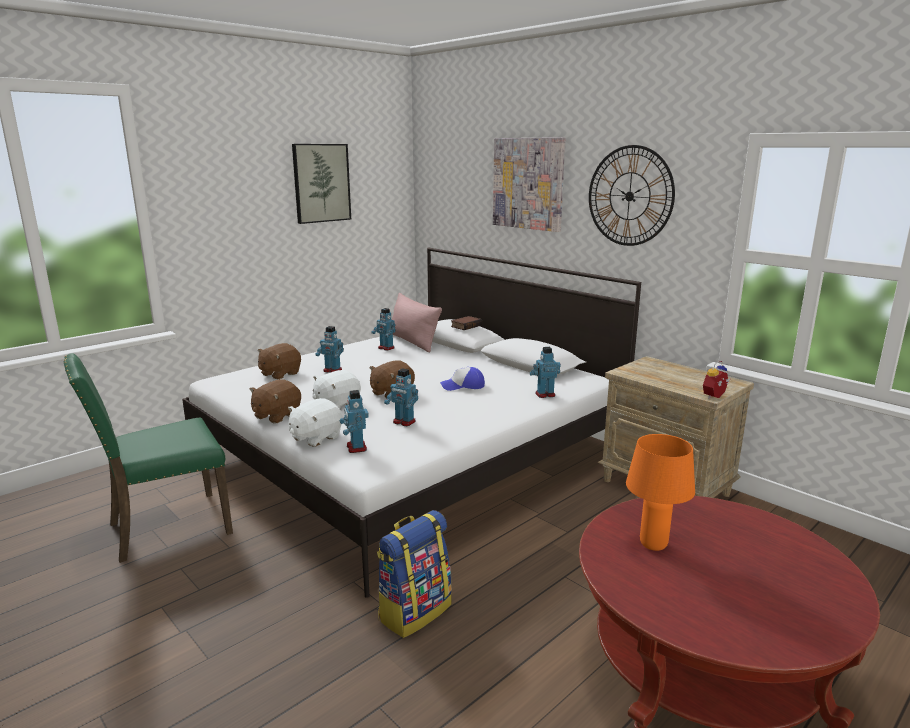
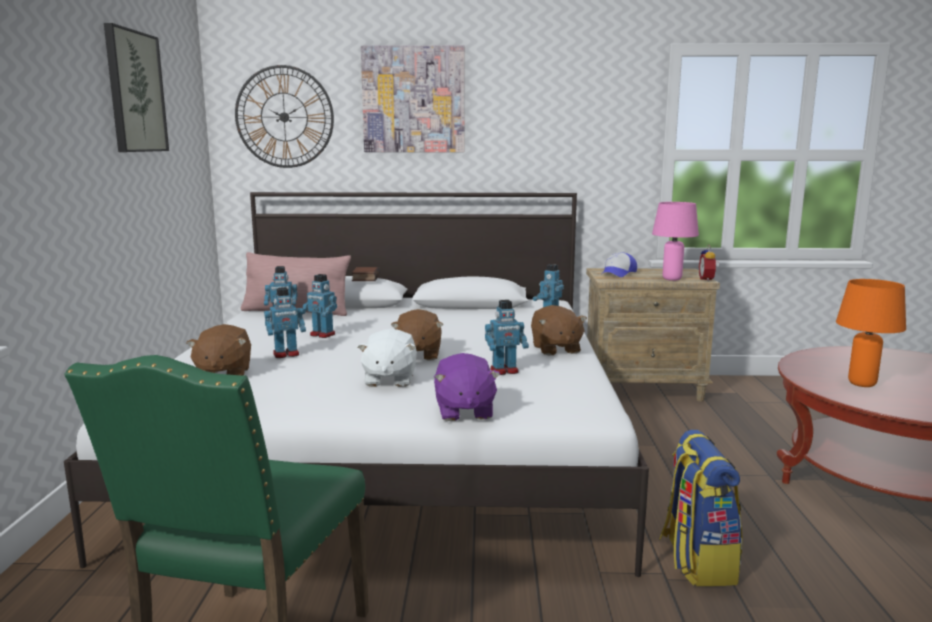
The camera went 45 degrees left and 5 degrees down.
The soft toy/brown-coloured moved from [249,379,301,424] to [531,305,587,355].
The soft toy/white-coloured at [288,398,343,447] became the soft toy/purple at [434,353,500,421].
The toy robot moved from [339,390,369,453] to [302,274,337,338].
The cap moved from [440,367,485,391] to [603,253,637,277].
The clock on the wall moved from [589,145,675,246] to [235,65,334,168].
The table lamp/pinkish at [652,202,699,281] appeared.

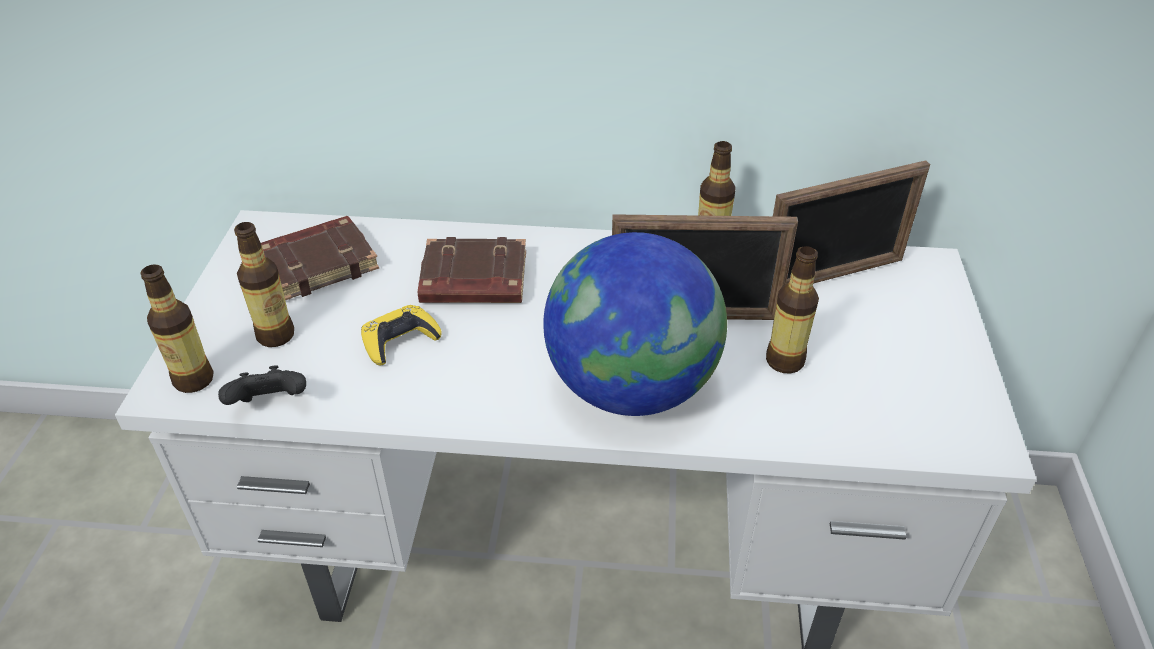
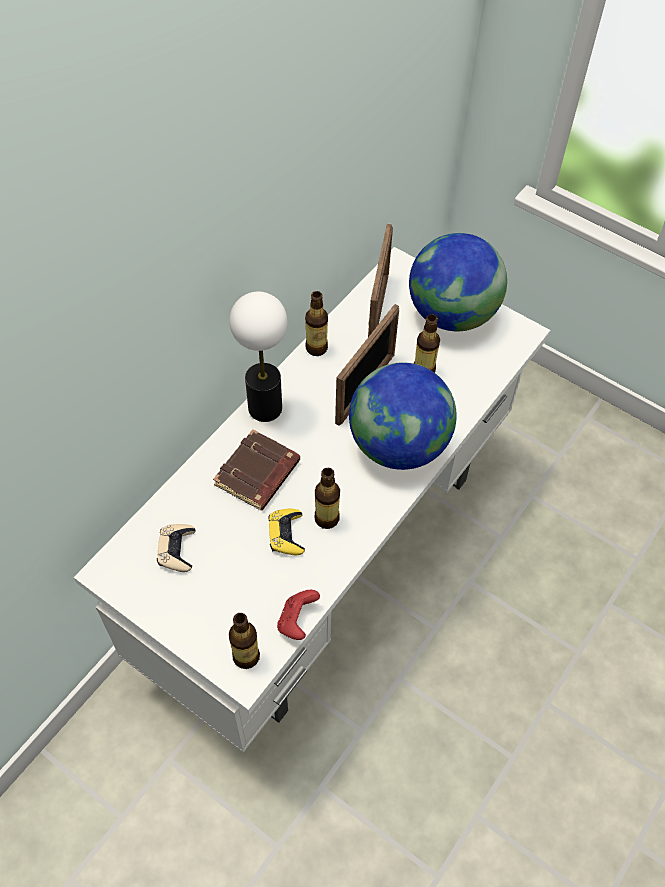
The camera went 60 degrees left and 15 degrees up.
The joypad/black at [218,365,306,405] became the joypad/reddish at [277,590,320,640].
The drink bottle moved from [234,222,294,347] to [314,468,340,529].
The volume/brown-coloured at [261,216,379,300] was replaced by the joypad/sand-coloured at [157,524,196,572].
The table lamp at [230,292,287,422] appeared.
The globe at [409,233,507,331] appeared.

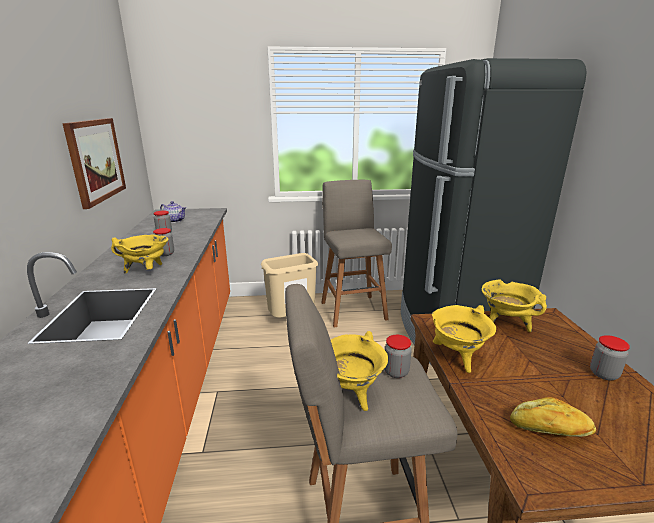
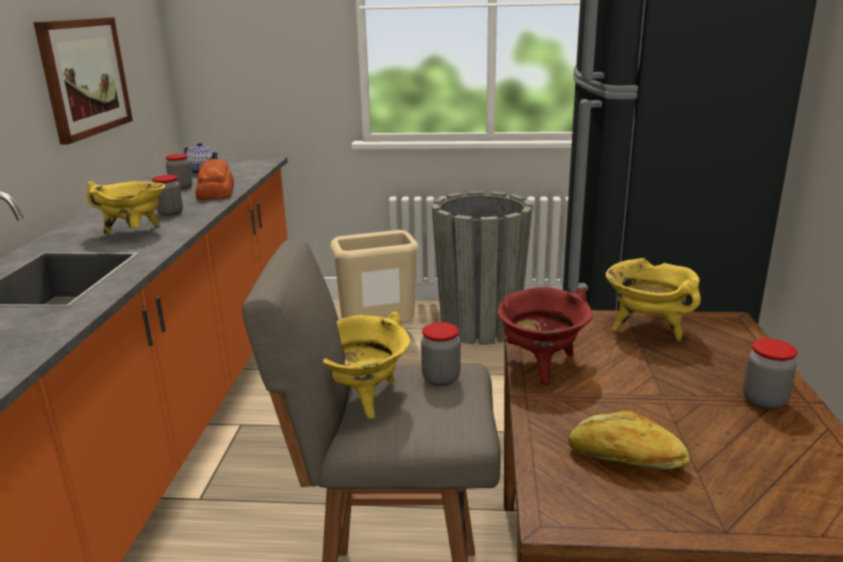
The camera went 10 degrees right and 0 degrees up.
The stool/greyish at [321,180,392,328] was replaced by the flower pot/greyish at [431,191,533,345].
The saucepot/yellow at [432,305,496,373] became the saucepot/reddish at [497,287,593,385].
The bread at [196,159,234,200] appeared.

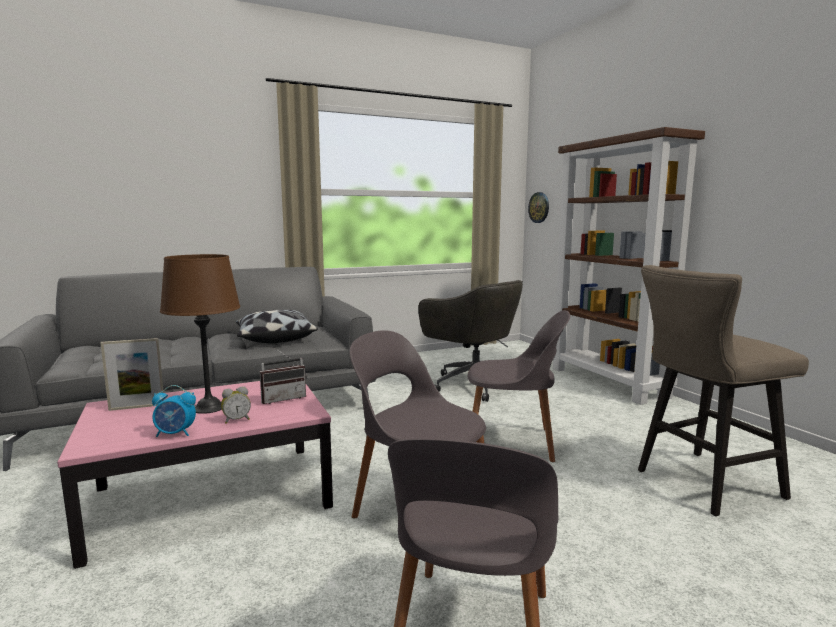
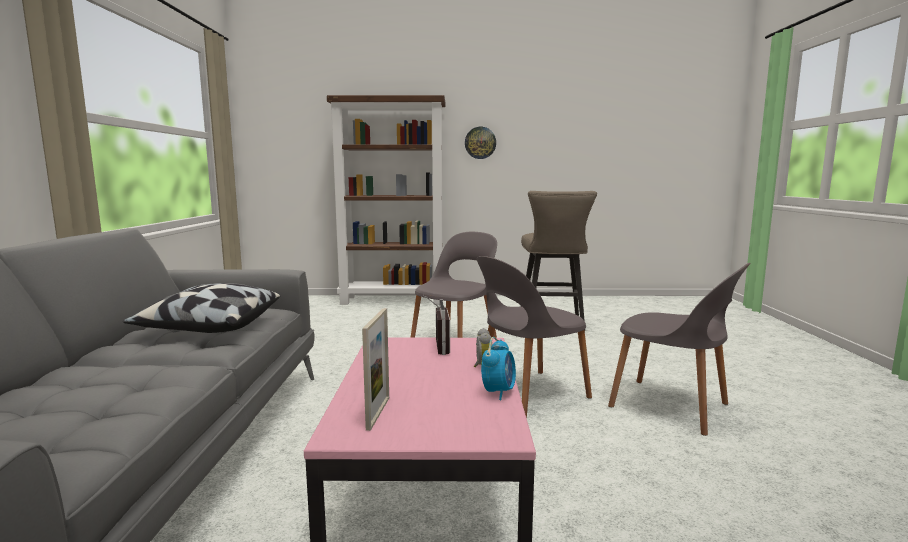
The camera went 65 degrees left and 0 degrees up.
The table lamp/brown-coloured at [160,254,240,414] disappeared.
The computer chair/greyish at [418,280,523,402] disappeared.
The clock on the wall moved from [528,192,549,223] to [465,127,496,159].

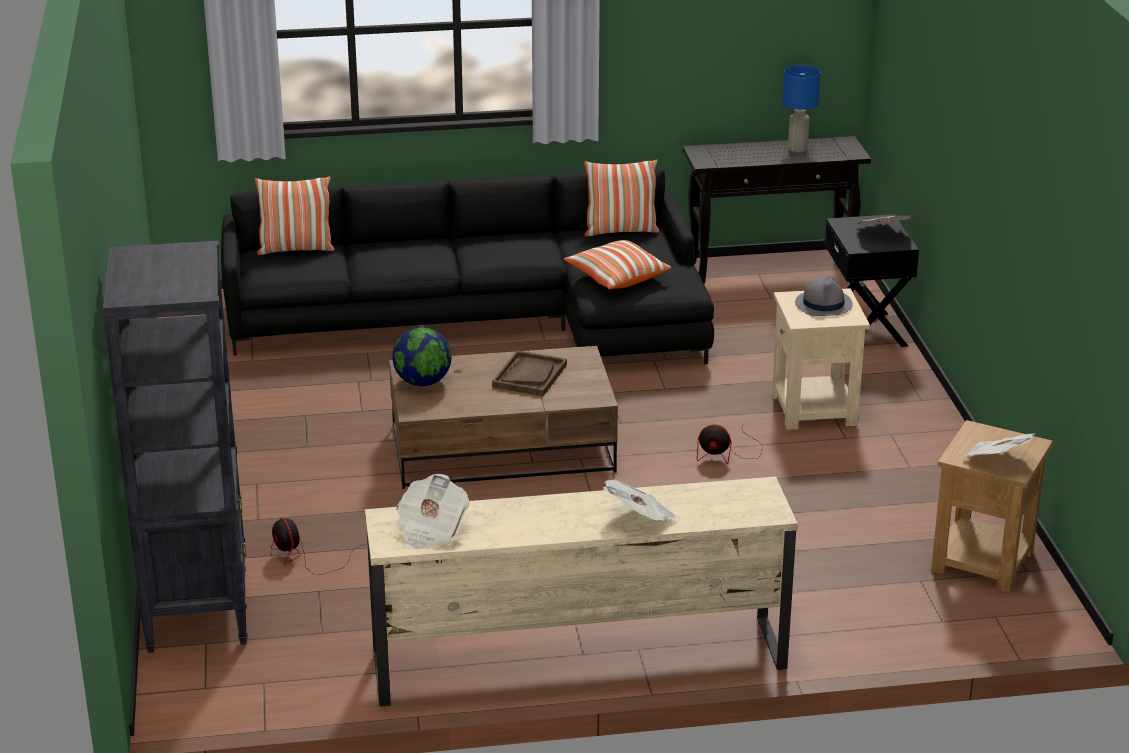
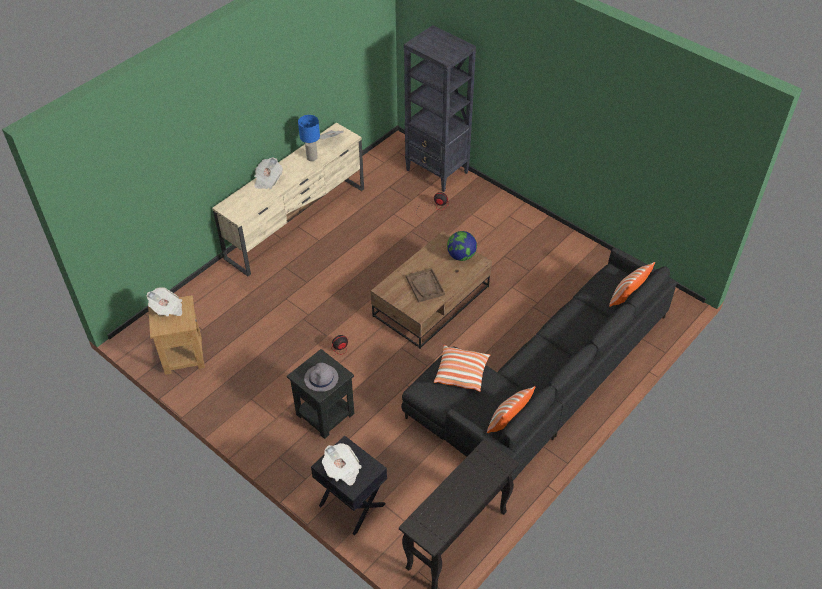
The camera went 140 degrees right and 20 degrees up.
The side table/sand-coloured at [772,288,870,430] became the side table/black at [287,349,354,439].
The table lamp/blue-coloured moved from [782,65,821,153] to [298,115,320,161].

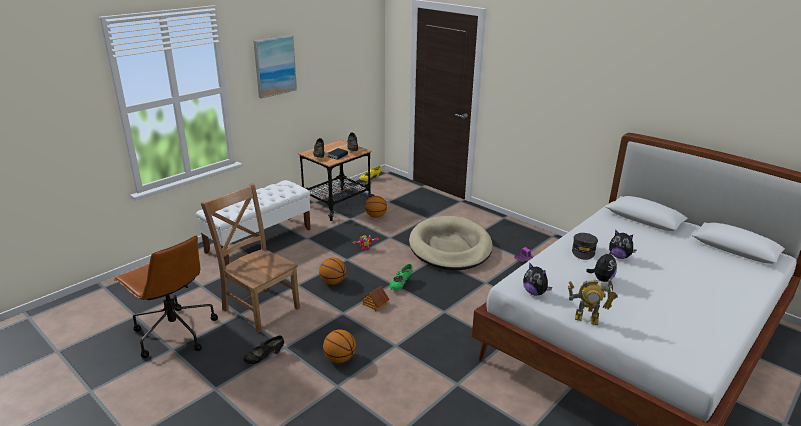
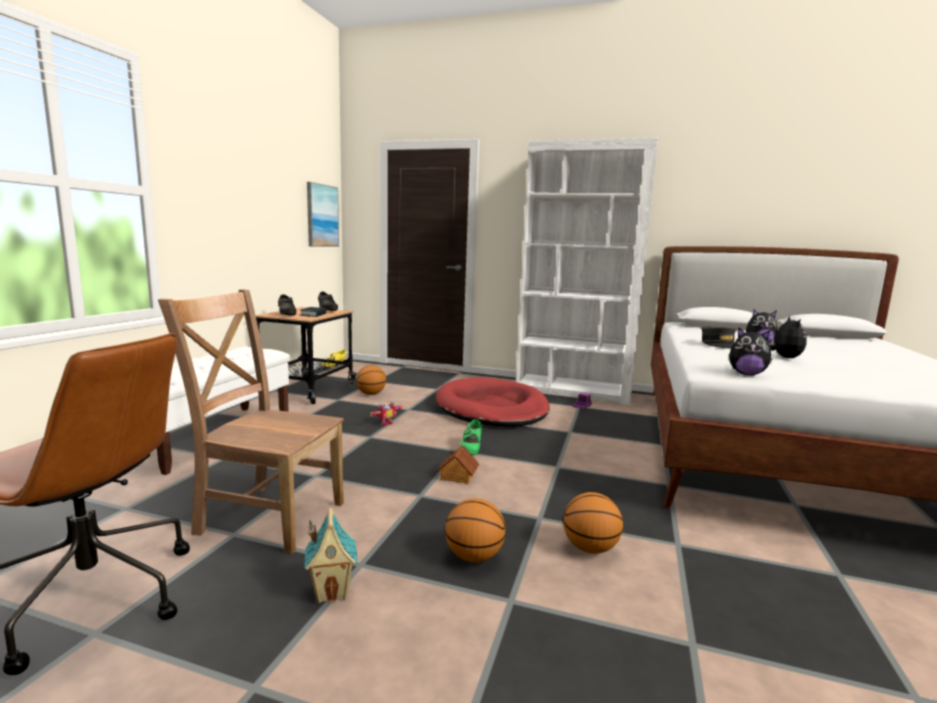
The camera went 25 degrees left and 15 degrees down.
The low shoe/black at [243,335,284,364] was replaced by the model house at [304,508,357,604].
The wall art moved from [254,35,297,99] to [307,182,339,247].
The basketball ball moved from [319,258,346,285] to [563,492,623,554].
The dog cushion/sand-coloured at [409,216,493,270] became the dog cushion/reddish at [436,377,550,426].
The toy robot at [567,278,618,325] disappeared.
The bookcase/white-coloured at [516,138,658,405] appeared.

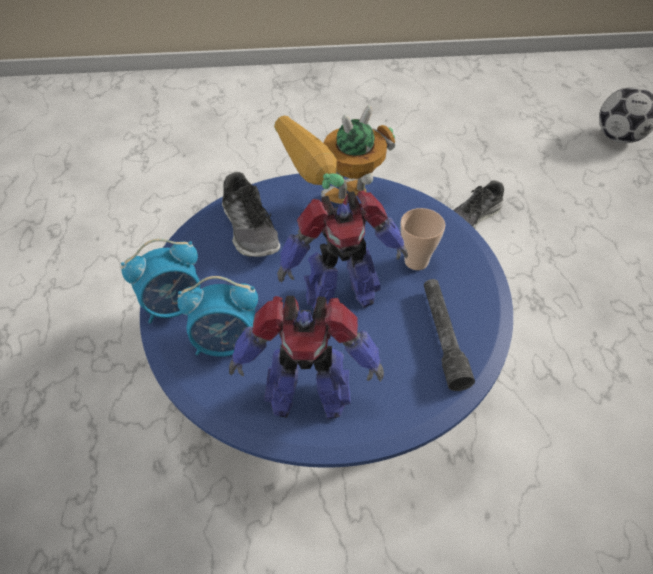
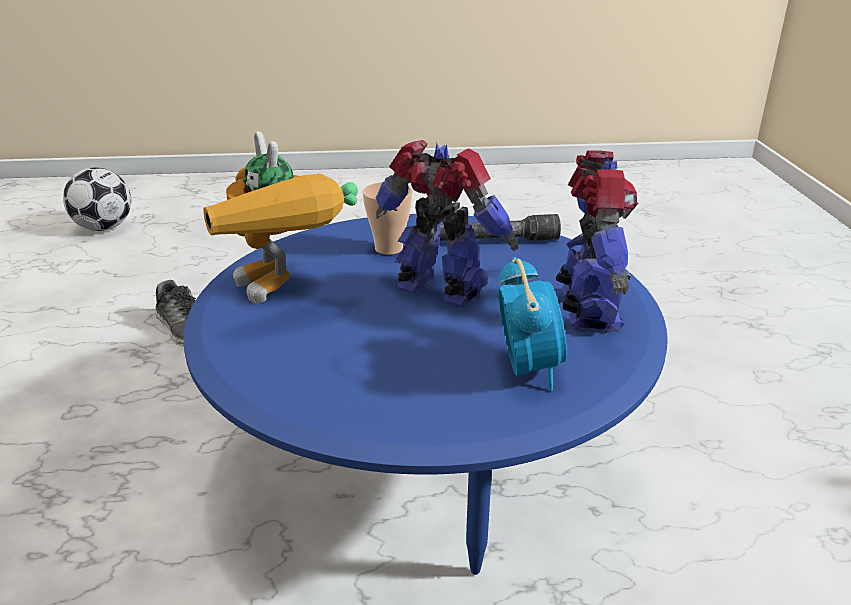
The camera went 90 degrees left and 20 degrees down.
The alarm clock at [121,239,200,324] disappeared.
The low shoe at [222,172,280,257] disappeared.
The toy robot at [277,190,408,310] turned 45 degrees counterclockwise.

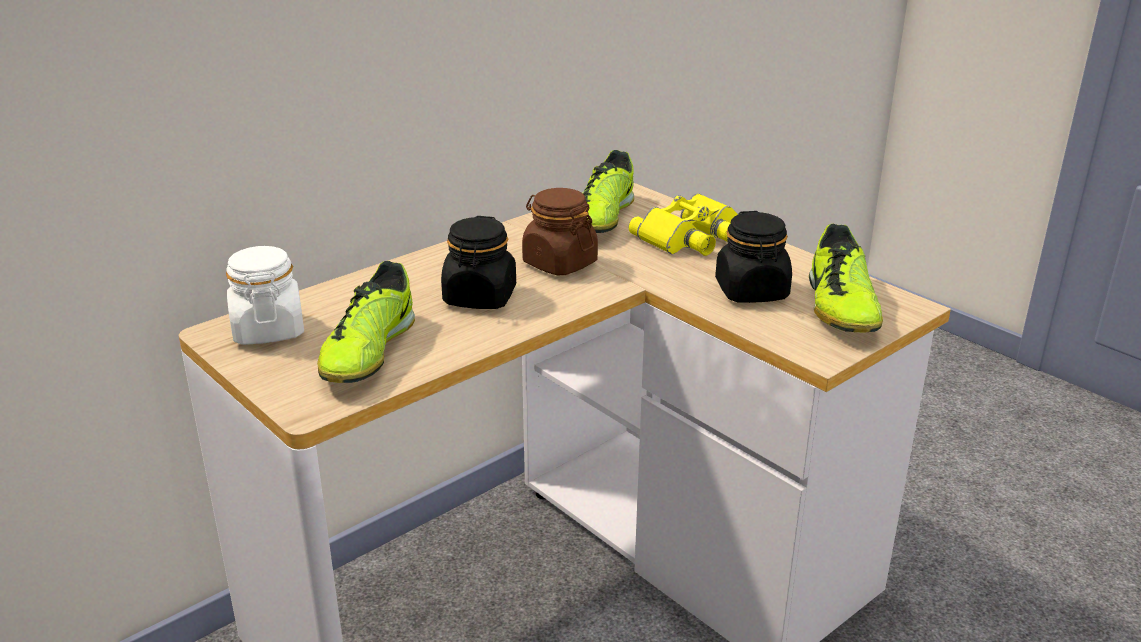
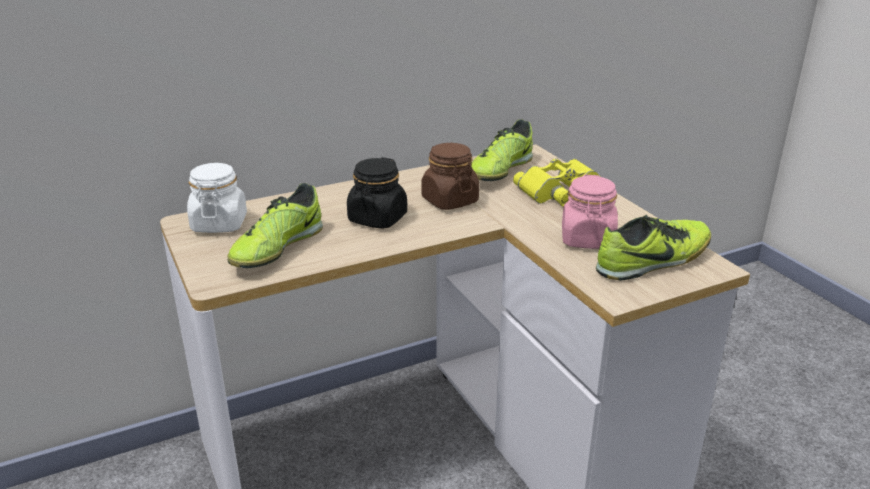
The camera went 15 degrees right and 0 degrees up.
The storage jar/black at [715,211,792,303] became the storage jar/pinkish at [562,175,618,249].
The low shoe at [809,223,883,332] turned 135 degrees counterclockwise.

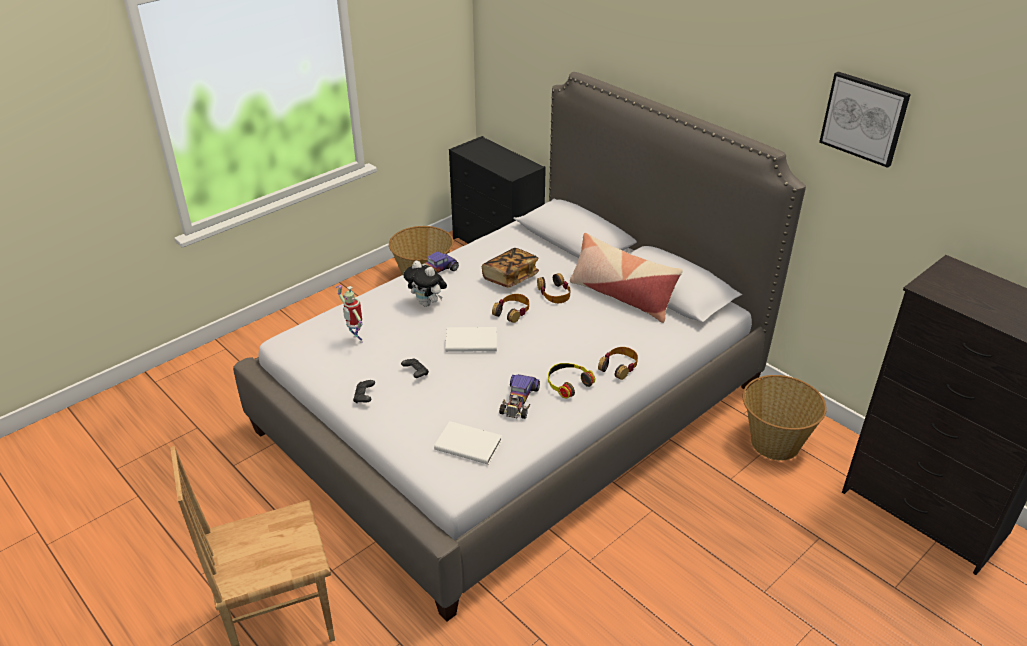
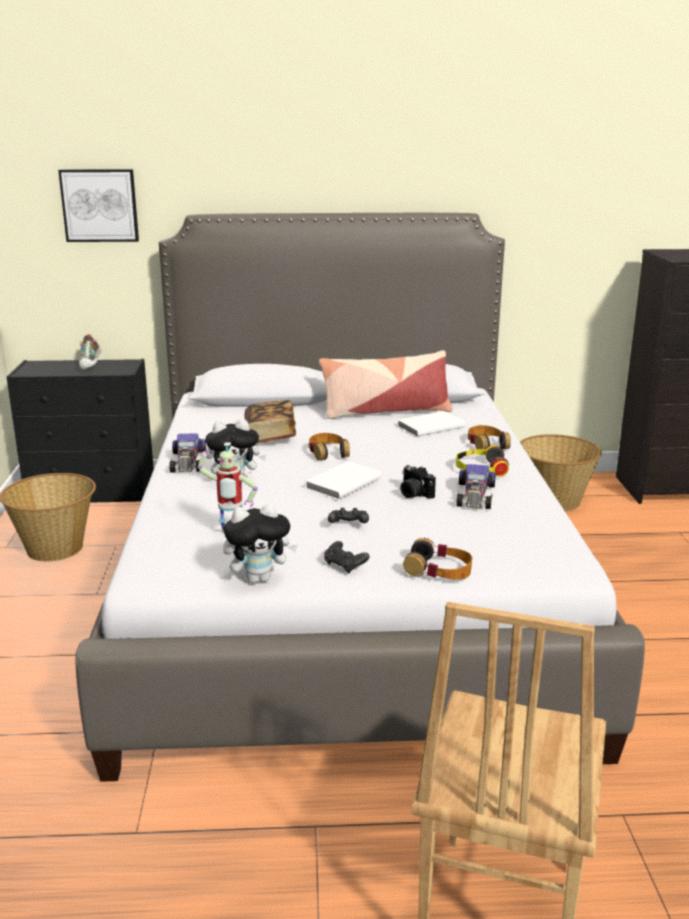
The camera went 50 degrees left and 15 degrees down.
The volume/white-coloured moved from [434,421,502,464] to [398,411,465,437].
The miniature car at [499,374,540,419] turned 45 degrees clockwise.
The headphones moved from [537,273,571,303] to [403,538,472,580].
The wall art moved from [819,72,911,168] to [58,169,139,242].
The low shoe at [79,334,101,371] appeared.
The soft toy at [223,503,298,583] appeared.
The still camera at [400,465,436,499] appeared.

